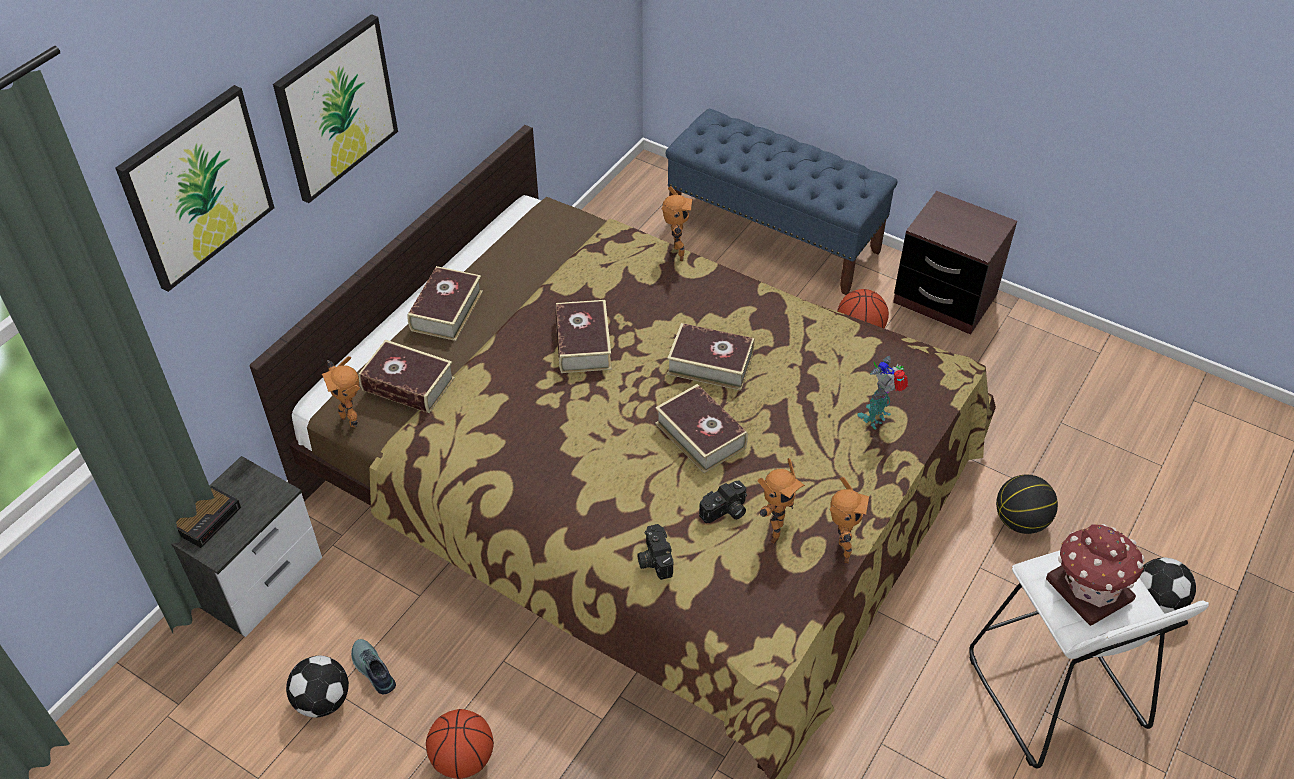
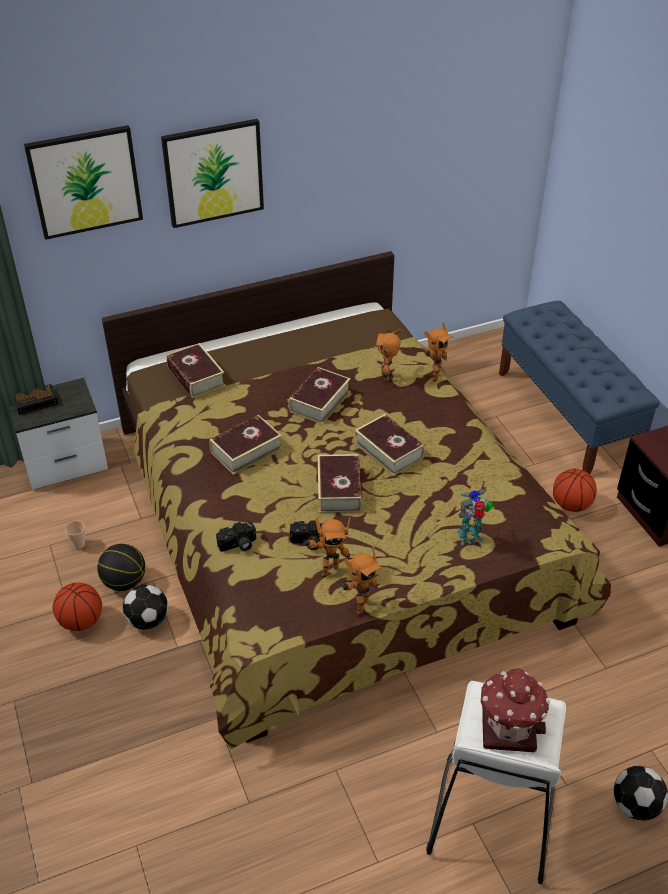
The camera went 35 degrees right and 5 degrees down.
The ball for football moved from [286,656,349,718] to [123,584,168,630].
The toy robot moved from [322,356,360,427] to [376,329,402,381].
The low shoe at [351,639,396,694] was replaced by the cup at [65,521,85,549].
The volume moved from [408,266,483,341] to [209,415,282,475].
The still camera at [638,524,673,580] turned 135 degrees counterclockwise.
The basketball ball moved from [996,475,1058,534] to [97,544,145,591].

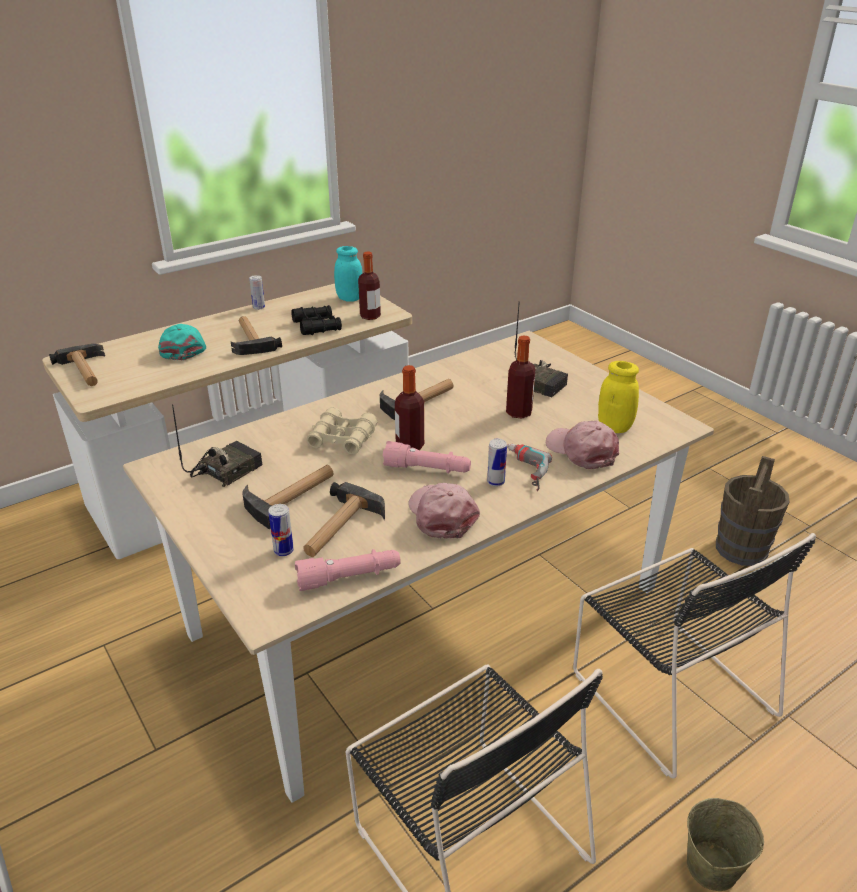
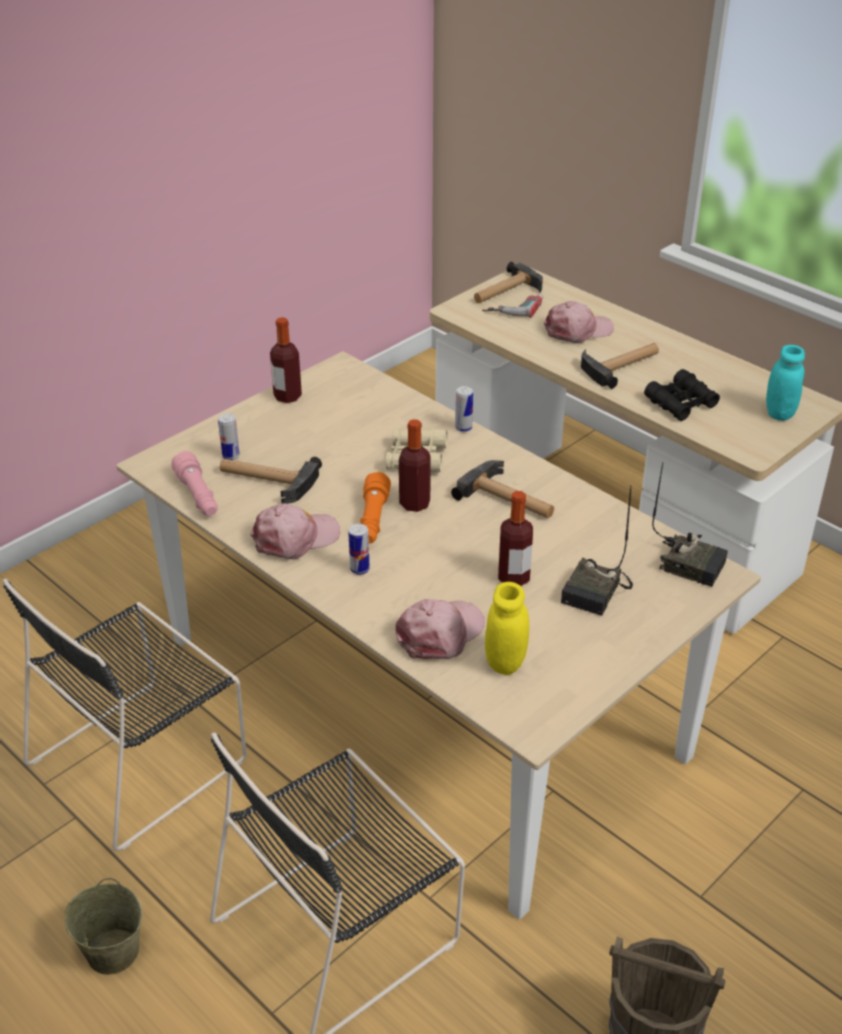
The camera went 80 degrees right and 5 degrees up.
The cap/turquoise at [158,324,206,360] became the cap/pinkish at [544,301,614,343].
The radio moved from [172,404,262,487] to [652,463,728,587].
The hammer at [242,465,334,529] disappeared.
The sealed can moved from [249,275,265,310] to [455,386,473,432].
The drink bottle moved from [358,251,381,320] to [270,317,302,403].
The flashlight/pinkish at [383,441,471,473] became the flashlight/orange at [360,472,391,544].
The drill moved from [507,443,552,491] to [482,294,543,318].

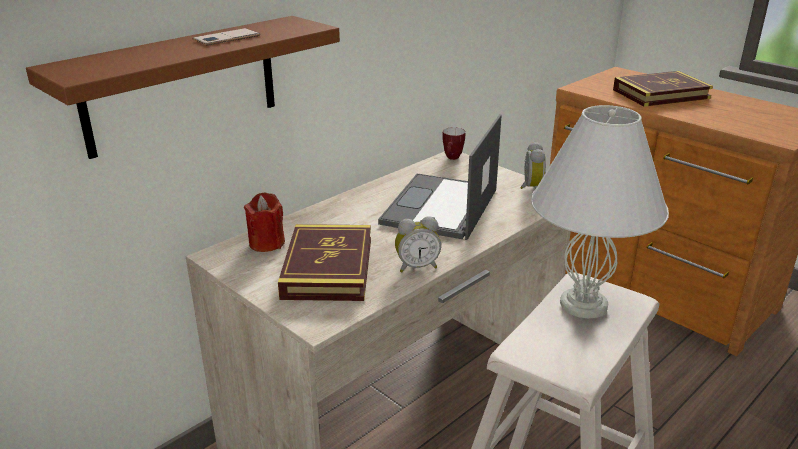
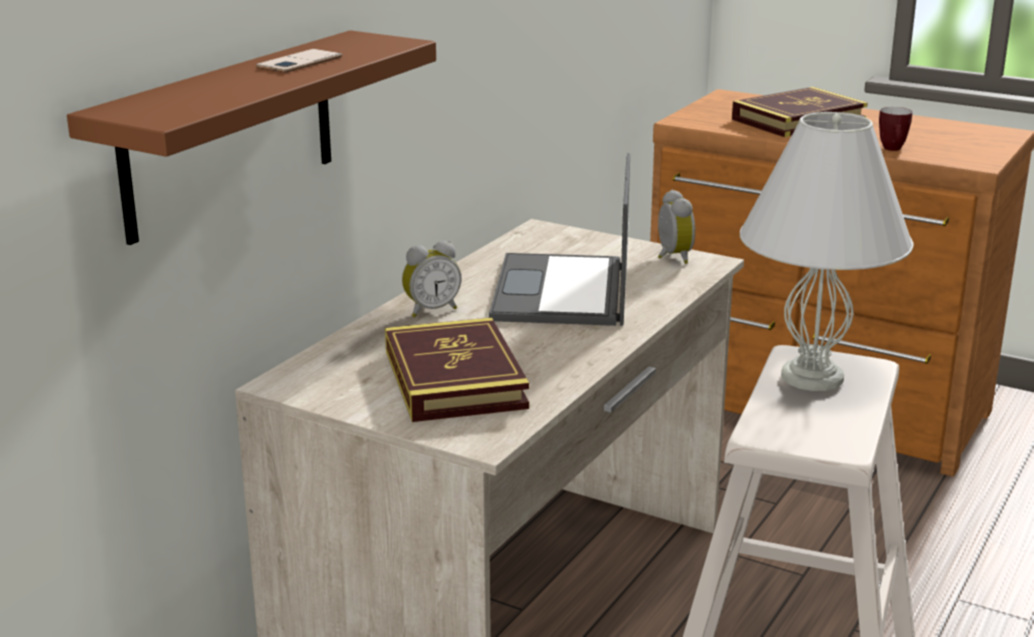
The camera went 15 degrees left and 5 degrees down.
The wax light/reddish at [244,192,285,252] disappeared.
The alarm clock moved from [395,216,441,272] to [402,241,462,317].
The mug moved from [442,127,465,160] to [879,107,912,151].

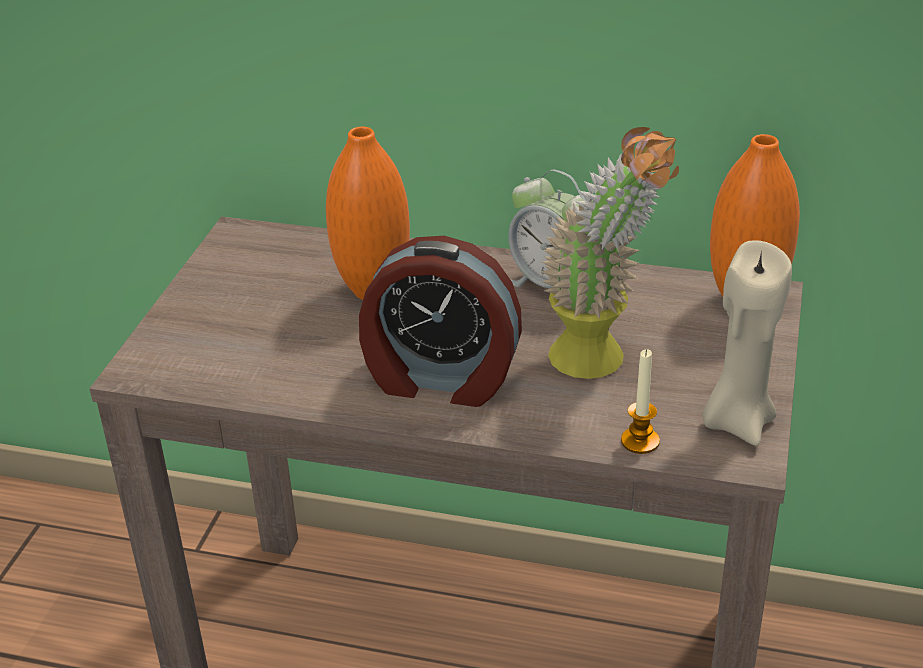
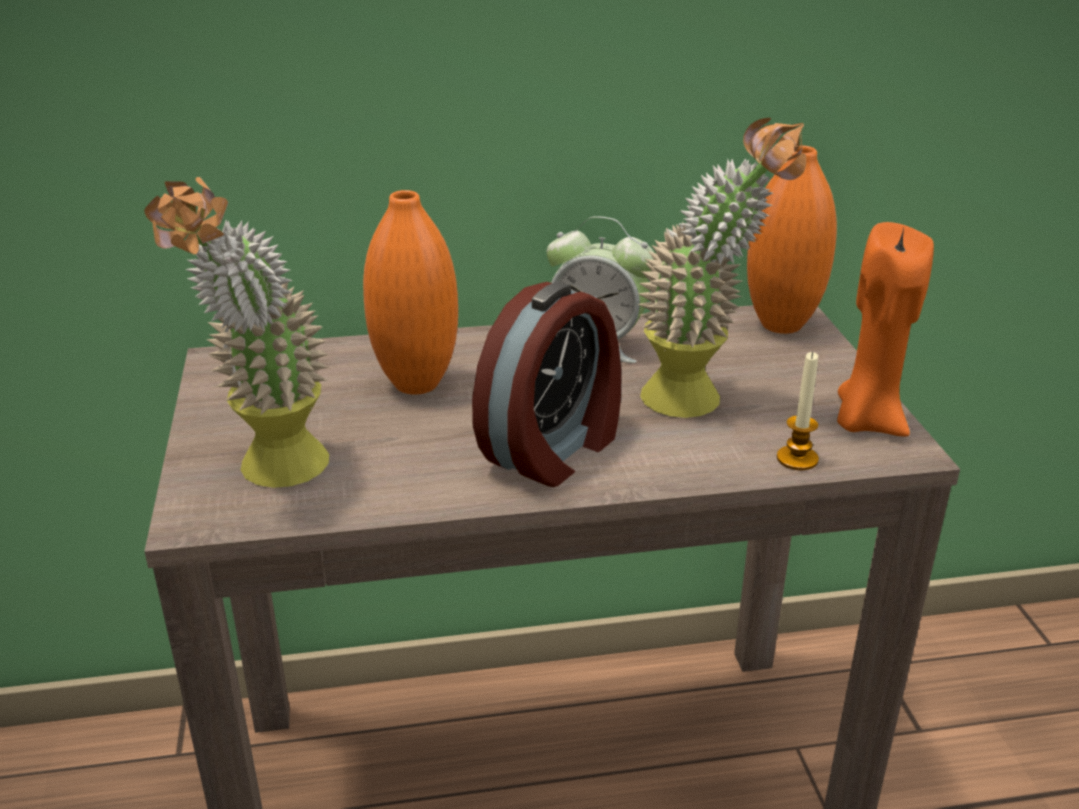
The camera went 25 degrees left and 5 degrees down.
The alarm clock at [359,236,522,407] turned 45 degrees counterclockwise.
The wax light/sand-coloured at [703,240,792,446] became the wax light/orange at [837,222,934,437].
The houseplant at [144,177,329,488] appeared.

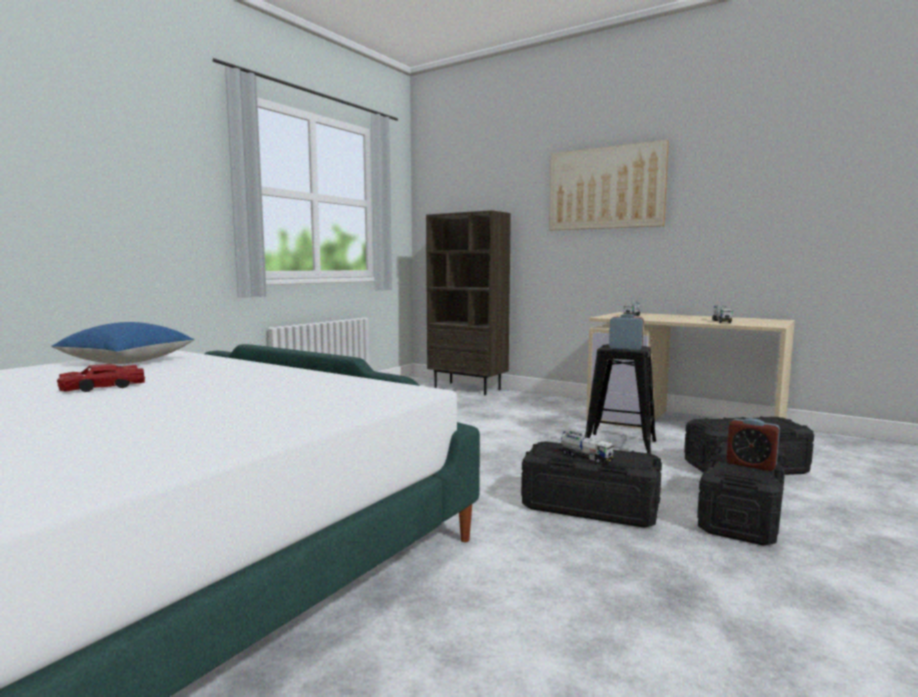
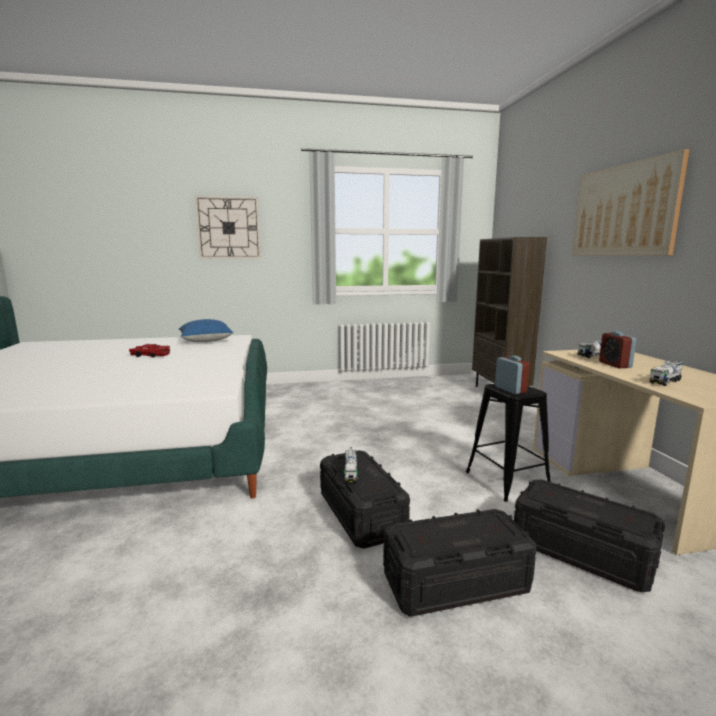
The camera went 45 degrees right and 5 degrees up.
The alarm clock moved from [726,418,780,471] to [599,331,636,368].
The clock on the wall at [195,196,261,259] appeared.

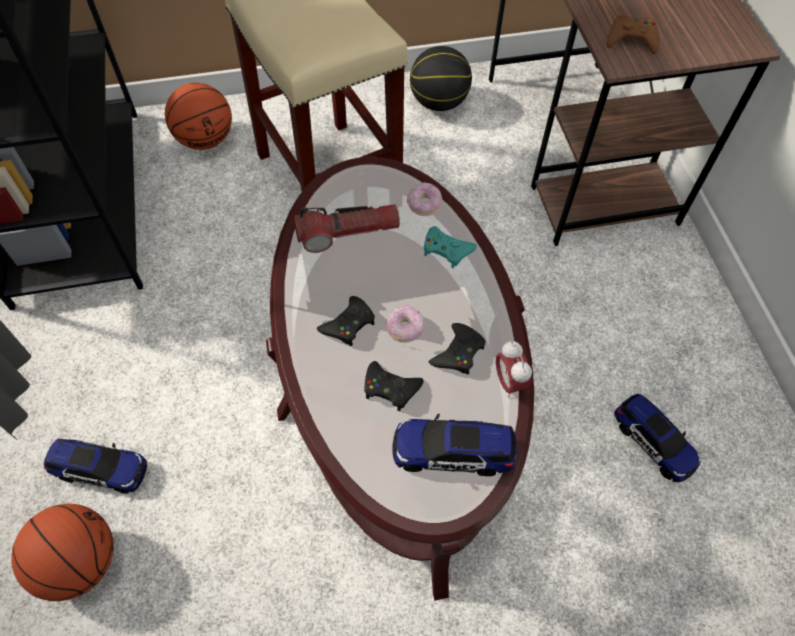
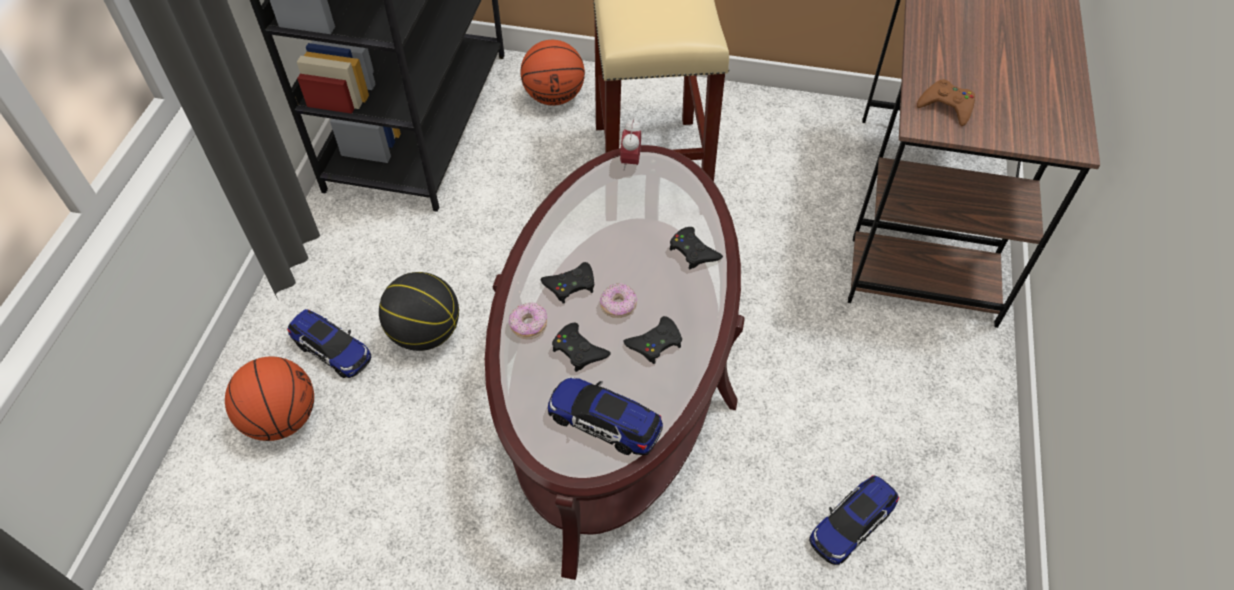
The camera went 25 degrees right and 5 degrees down.
The flashlight at [294,204,400,253] disappeared.
The donut moved from [407,182,442,216] to [509,302,547,339].
The basketball ball moved from [410,46,472,111] to [379,272,459,351].
The joypad/turquoise at [424,226,477,268] became the joypad/black at [669,227,723,269].
The alarm clock moved from [496,341,532,398] to [620,119,642,171].
The miniature car at [614,394,701,482] turned 60 degrees clockwise.

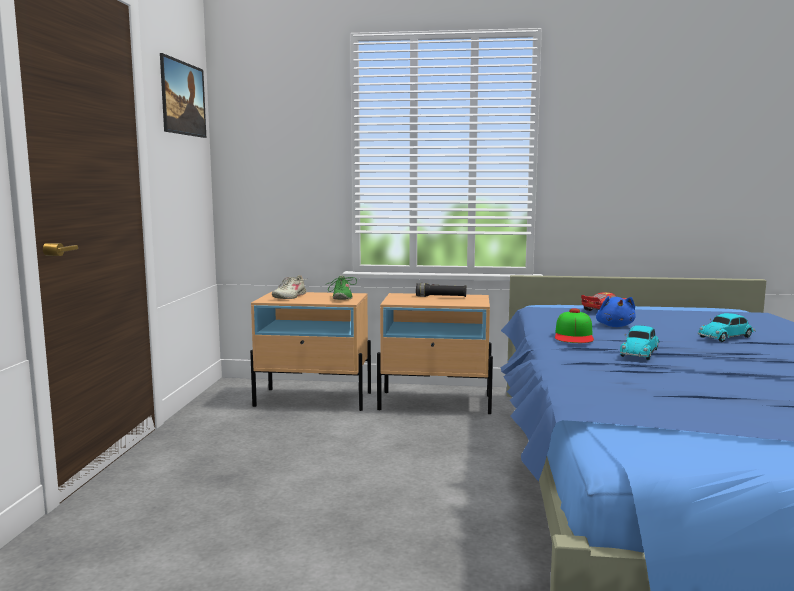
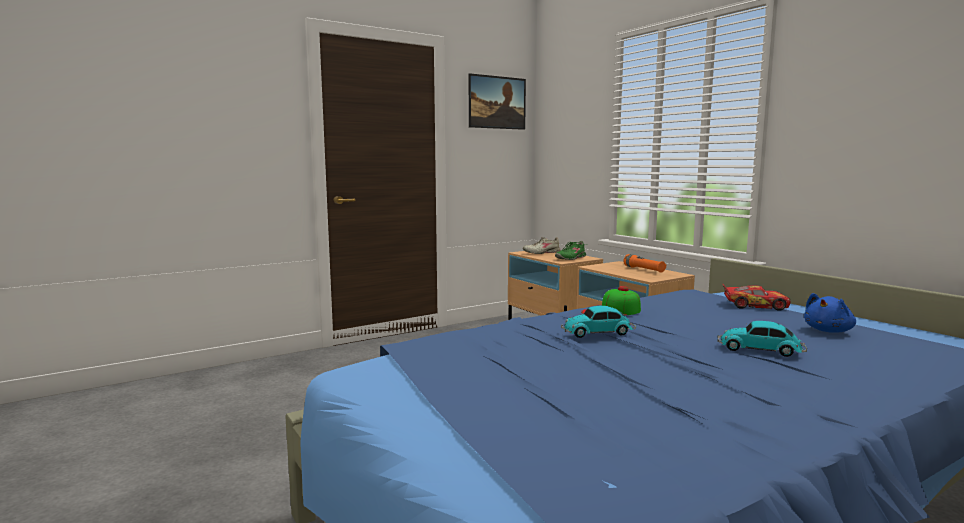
The camera went 50 degrees right and 0 degrees up.
The flashlight/black at [416,283,467,297] became the flashlight/orange at [624,254,666,272].
The soft toy/blue-coloured moved from [596,296,635,327] to [804,293,856,333].

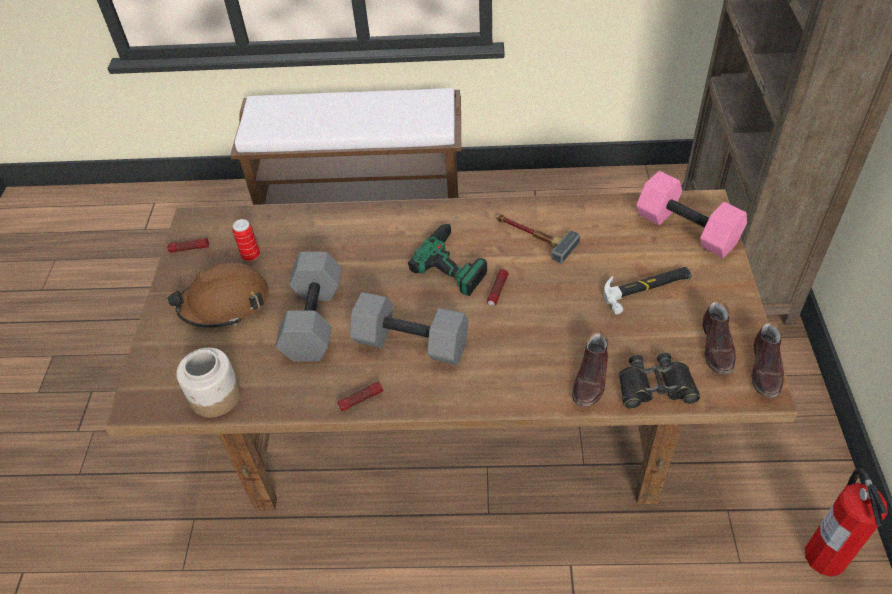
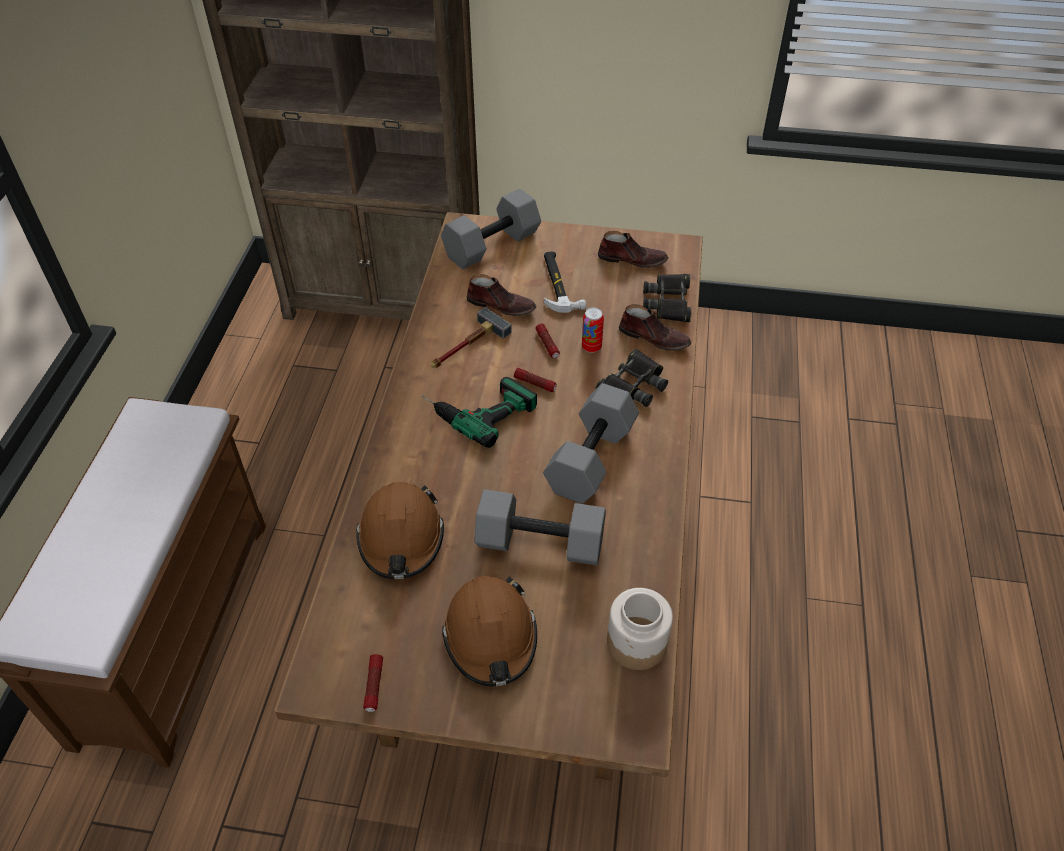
The camera went 85 degrees left and 0 degrees up.
The sealed can moved from [233,219,260,261] to [582,307,604,353].
The flashlight moved from [337,381,383,411] to [535,324,560,358].
The free weight/pinkish at [636,171,747,258] became the free weight/greyish at [441,189,541,269].
The low shoe/brown-coloured moved from [751,321,784,398] to [467,274,536,316].
The extinguisher at [805,468,888,577] disappeared.
The hard hat/brown-coloured at [356,482,444,579] appeared.
The binoculars/black at [595,349,668,407] appeared.

